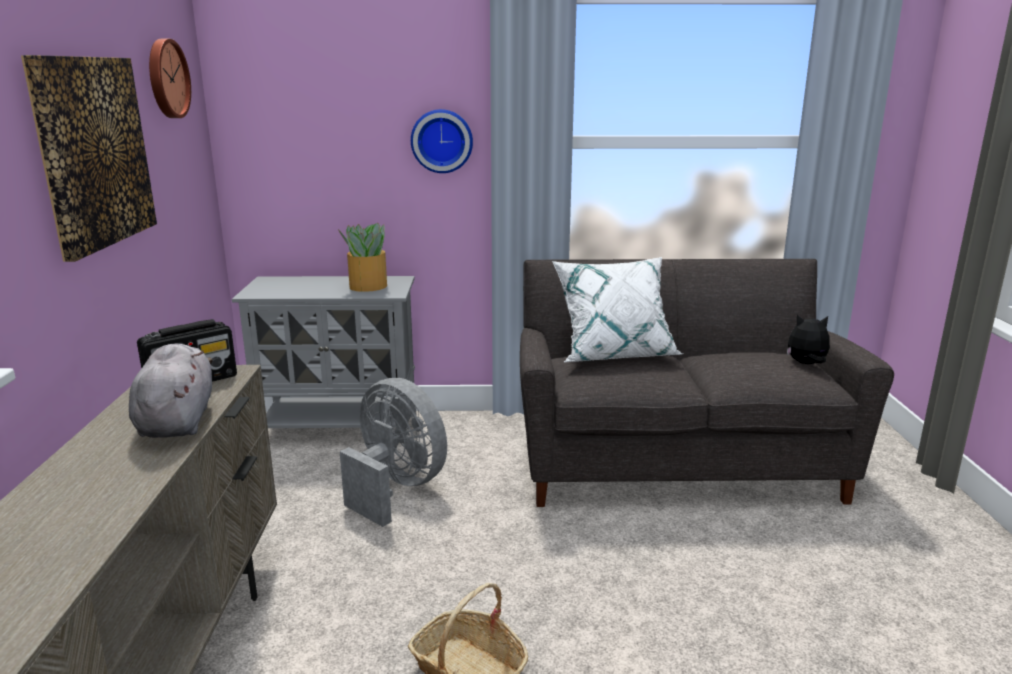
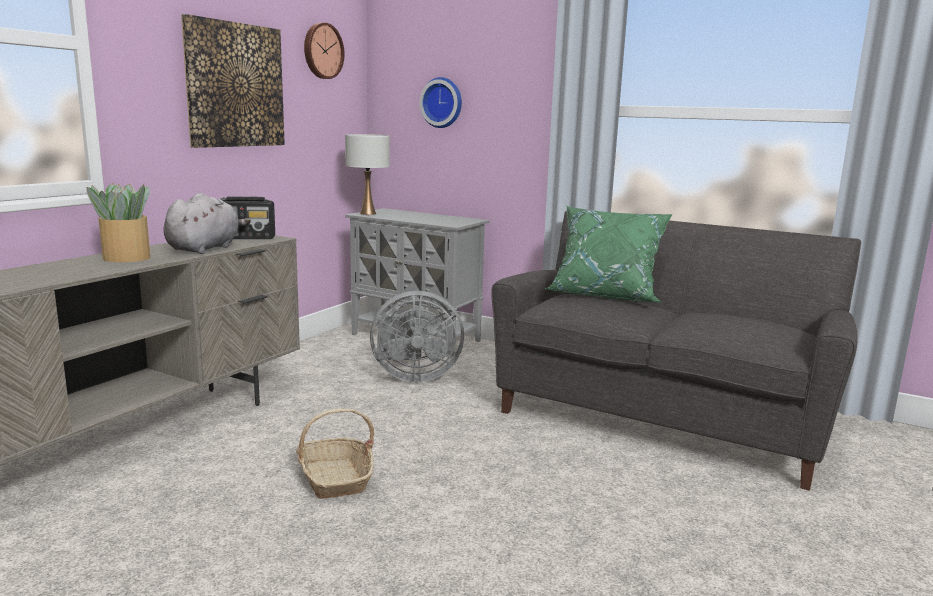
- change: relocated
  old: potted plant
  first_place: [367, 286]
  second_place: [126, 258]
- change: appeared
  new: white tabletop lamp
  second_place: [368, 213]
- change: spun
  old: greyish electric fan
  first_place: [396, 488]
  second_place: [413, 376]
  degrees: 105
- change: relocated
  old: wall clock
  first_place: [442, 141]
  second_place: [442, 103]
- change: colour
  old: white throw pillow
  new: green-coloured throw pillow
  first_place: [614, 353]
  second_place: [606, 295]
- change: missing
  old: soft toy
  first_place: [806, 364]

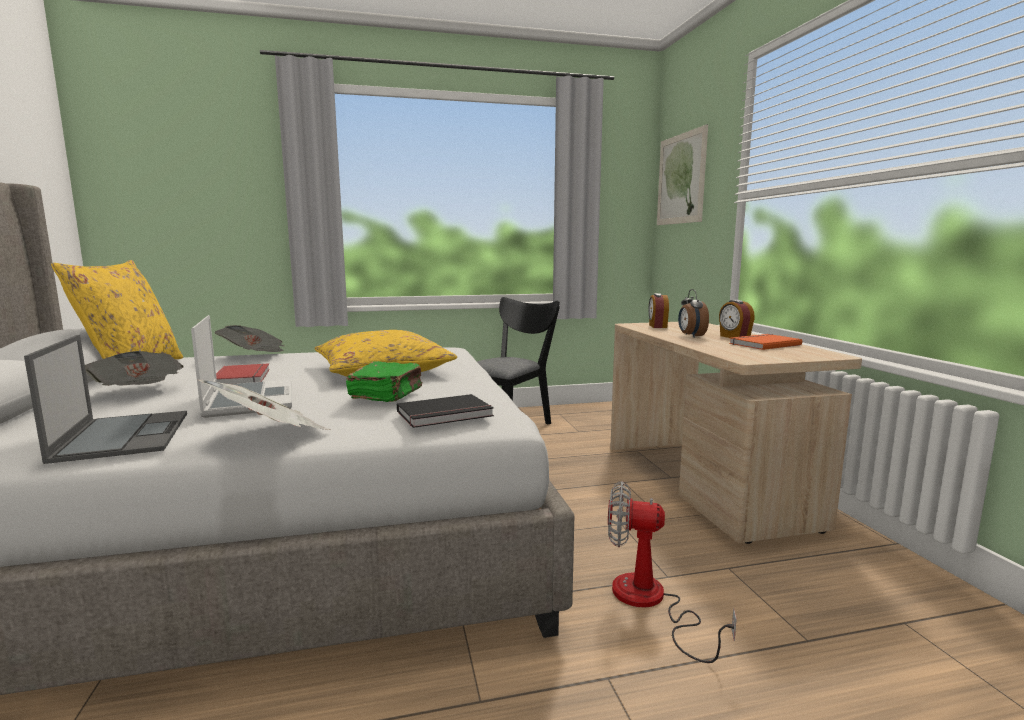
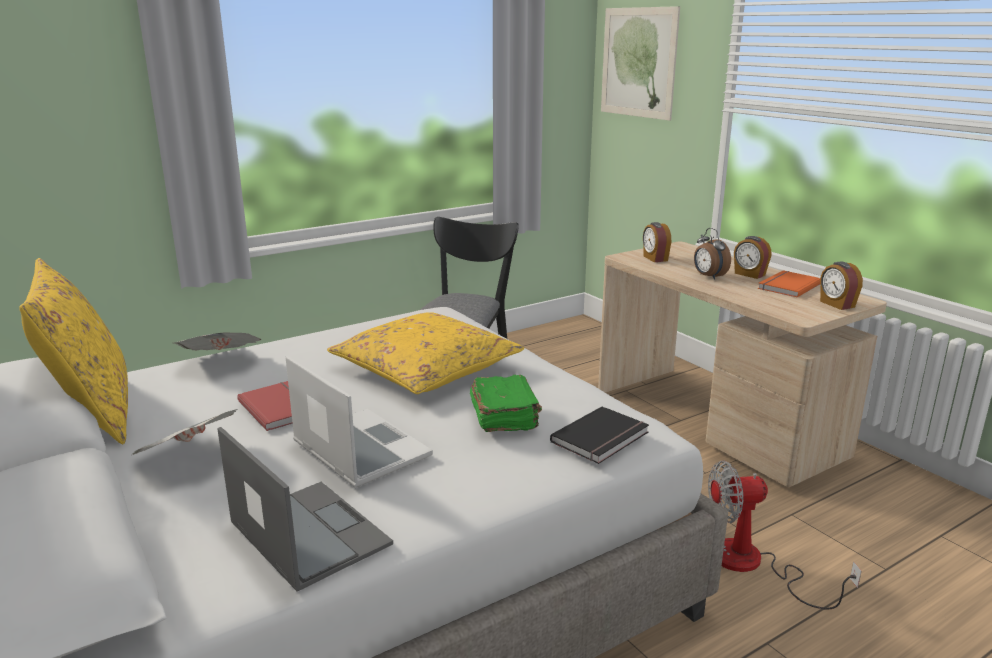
- change: appeared
  new: bedside clock
  second_place: [836, 304]
- change: missing
  old: daily paper
  first_place: [270, 435]

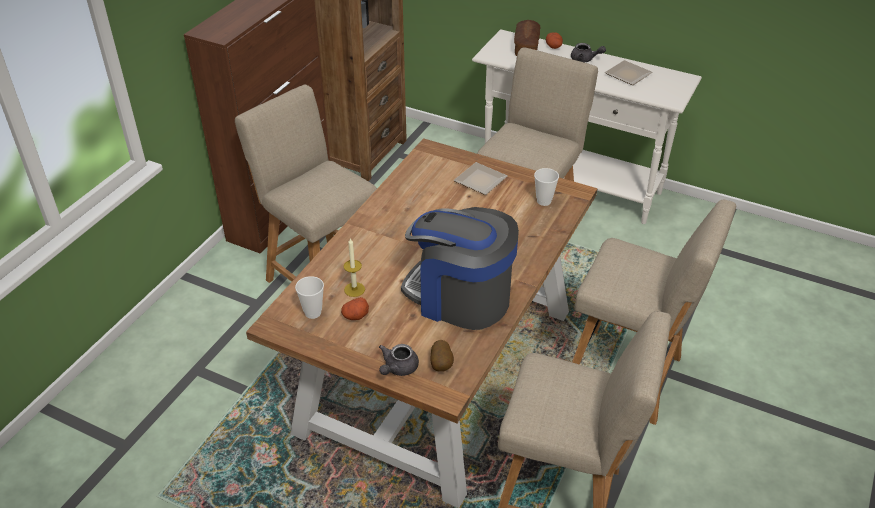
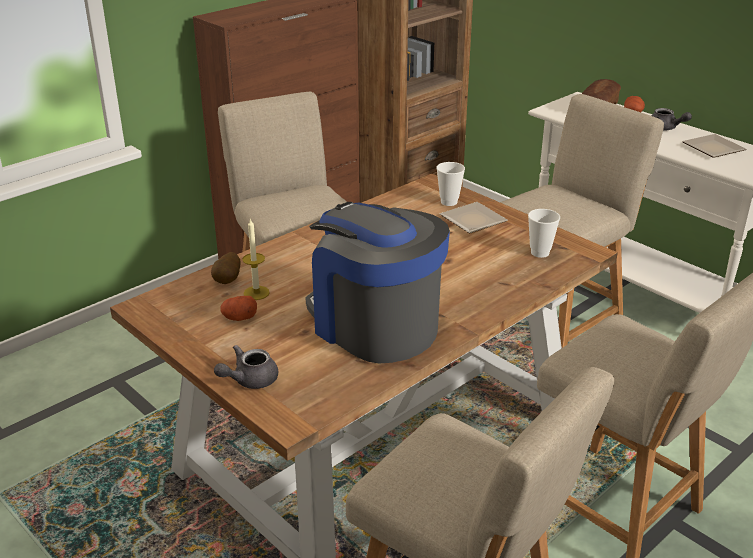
- change: relocated
  old: spud
  first_place: [442, 365]
  second_place: [228, 280]
- change: relocated
  old: cup
  first_place: [313, 313]
  second_place: [449, 202]

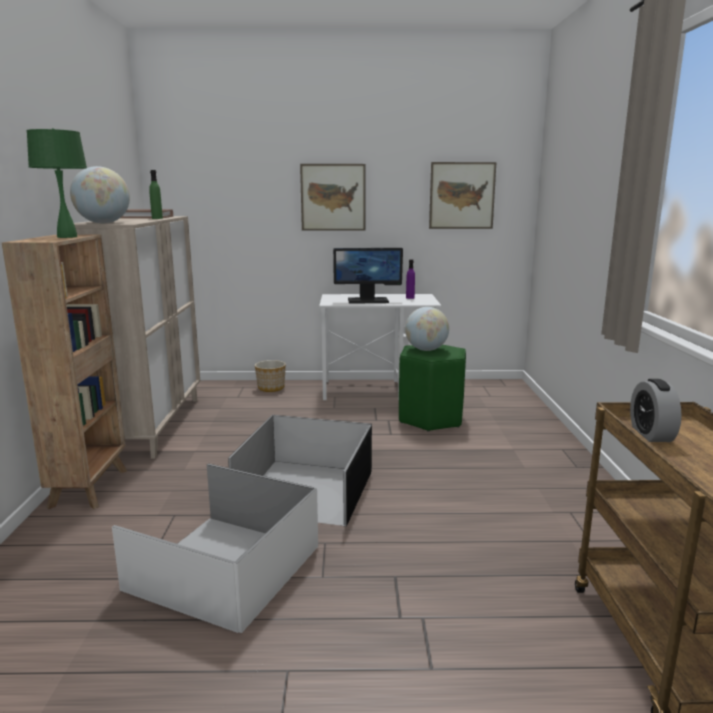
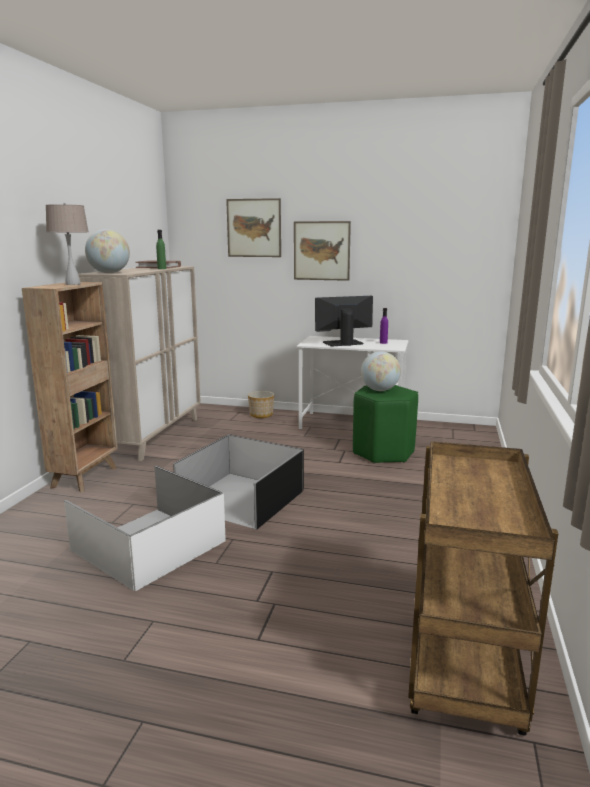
- change: colour
  old: green-coloured tabletop lamp
  new: beige tabletop lamp
  first_place: [67, 237]
  second_place: [73, 284]
- change: relocated
  old: wall art
  first_place: [462, 195]
  second_place: [254, 228]
- change: spun
  old: monitor
  first_place: [368, 300]
  second_place: [343, 343]
  degrees: 150
- change: missing
  old: bedside clock
  first_place: [651, 434]

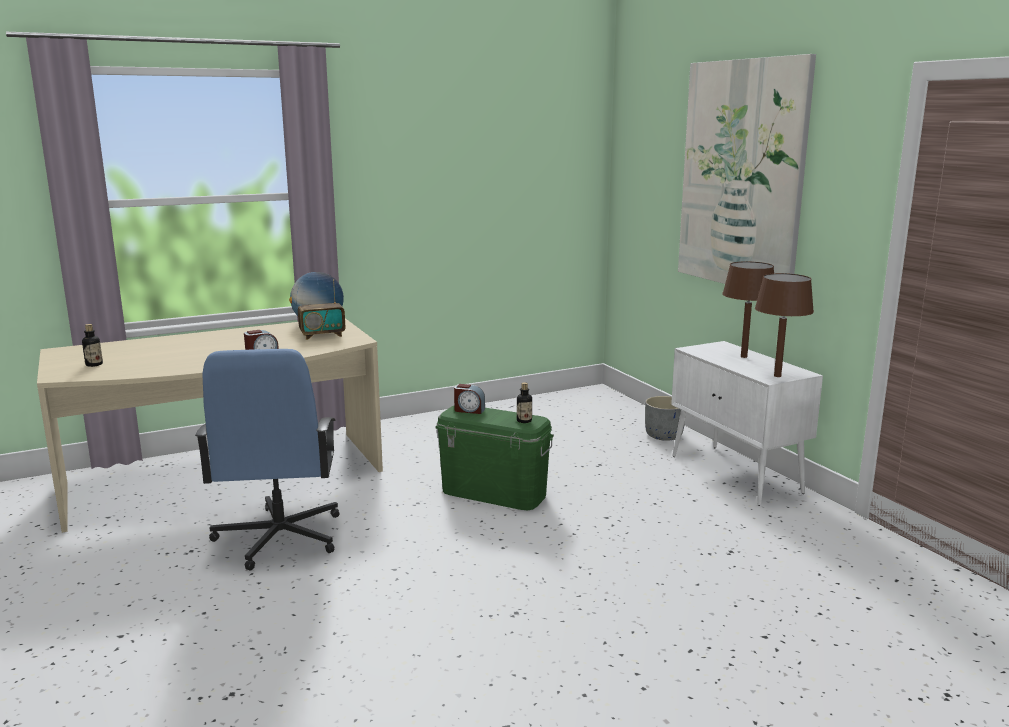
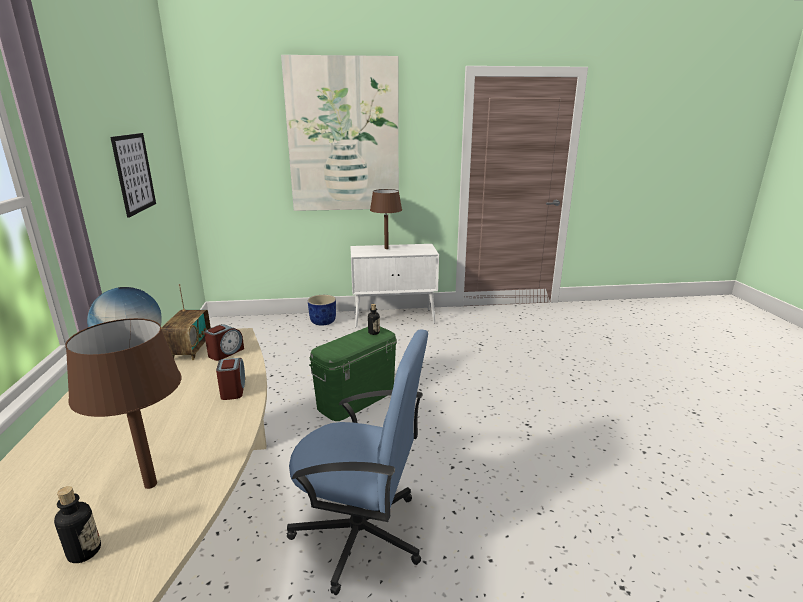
- change: relocated
  old: brownish tabletop lamp
  first_place: [777, 376]
  second_place: [150, 485]
- change: appeared
  new: wall art
  second_place: [134, 173]
- change: relocated
  old: bedside clock
  first_place: [469, 410]
  second_place: [225, 353]
- change: colour
  old: greyish planter
  new: blue planter
  first_place: [663, 435]
  second_place: [322, 321]

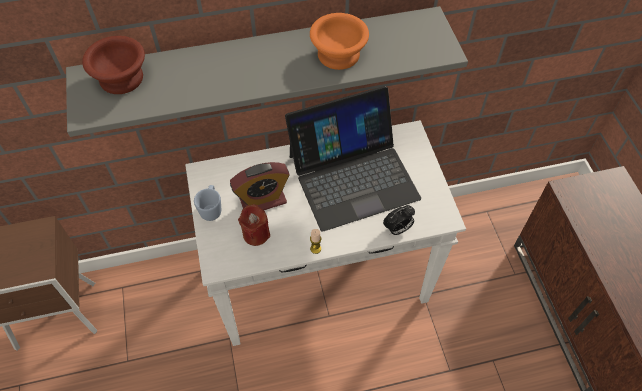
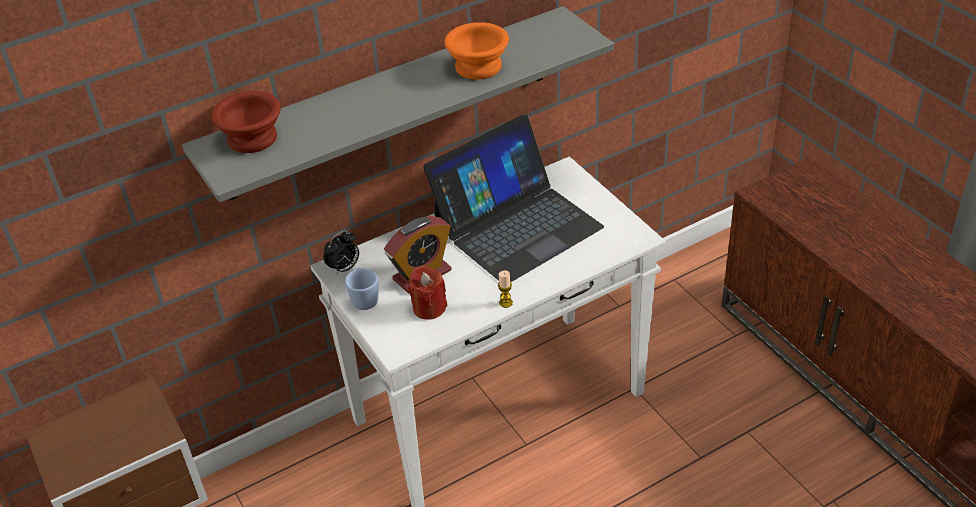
- change: relocated
  old: bedside clock
  first_place: [397, 229]
  second_place: [344, 268]

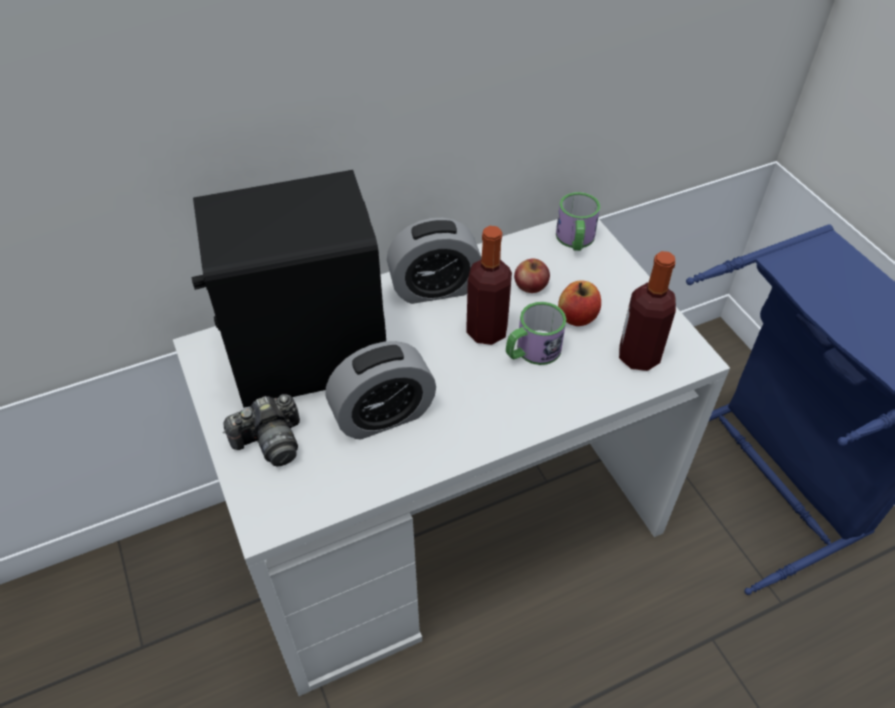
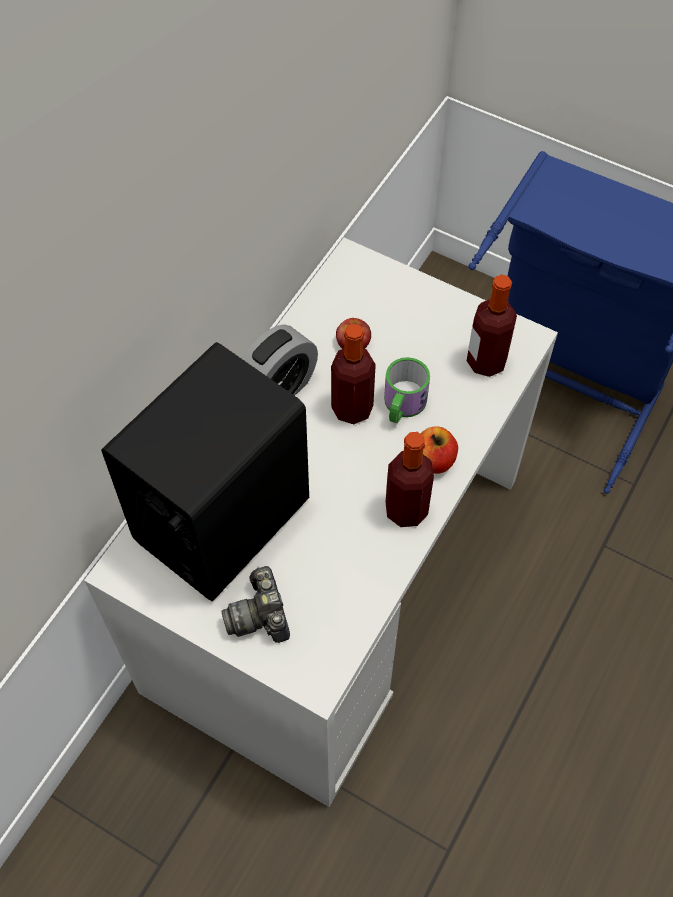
- change: spun
  old: still camera
  first_place: [270, 441]
  second_place: [260, 615]
  degrees: 135
- change: appeared
  new: beverage bottle
  second_place: [406, 510]
- change: relocated
  old: apple fruit
  first_place: [577, 317]
  second_place: [434, 460]
- change: missing
  old: bedside clock
  first_place: [383, 415]
- change: missing
  old: coffee mug
  first_place: [575, 240]

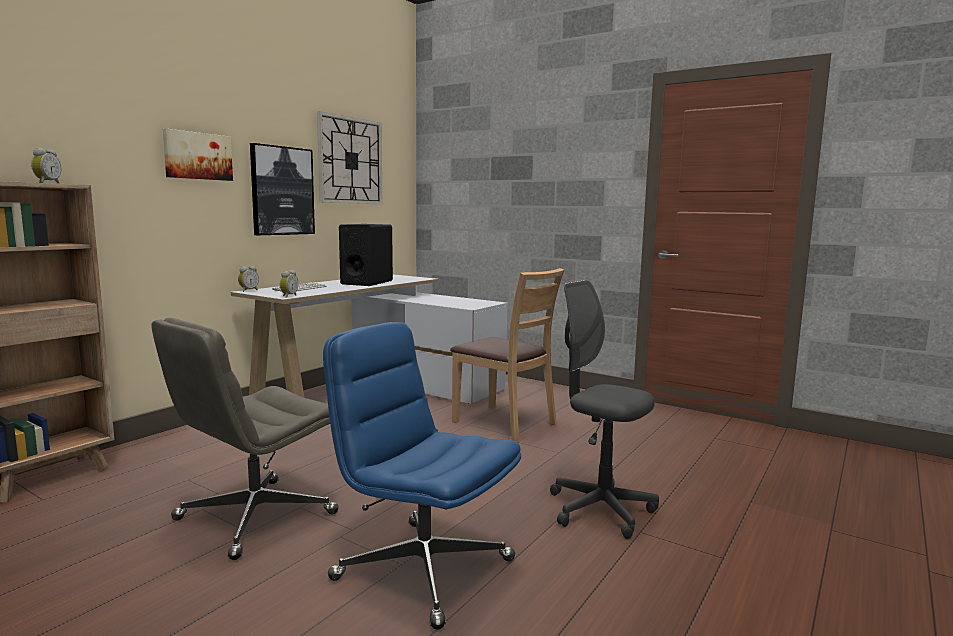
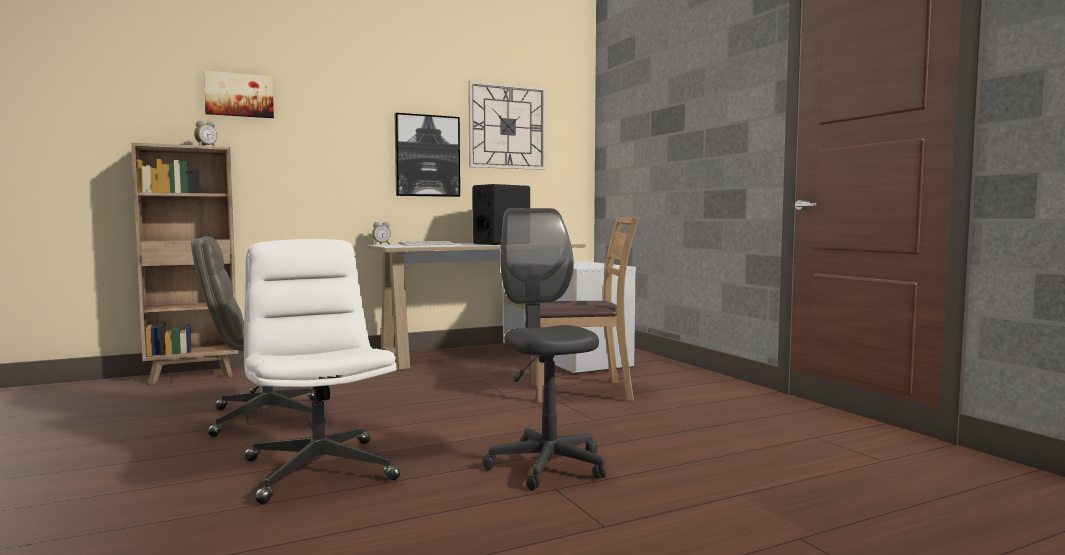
- change: relocated
  old: wall art
  first_place: [197, 156]
  second_place: [239, 95]
- change: colour
  old: blue desk chair
  new: white desk chair
  first_place: [422, 569]
  second_place: [319, 469]
- change: spun
  old: brownish upright chair
  first_place: [504, 423]
  second_place: [581, 392]
  degrees: -75
- change: missing
  old: bedside clock
  first_place: [288, 296]

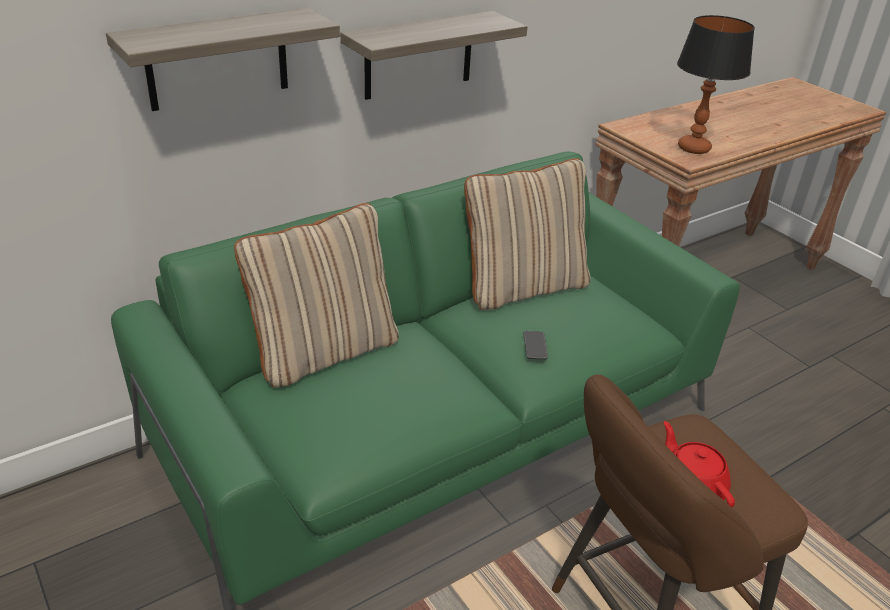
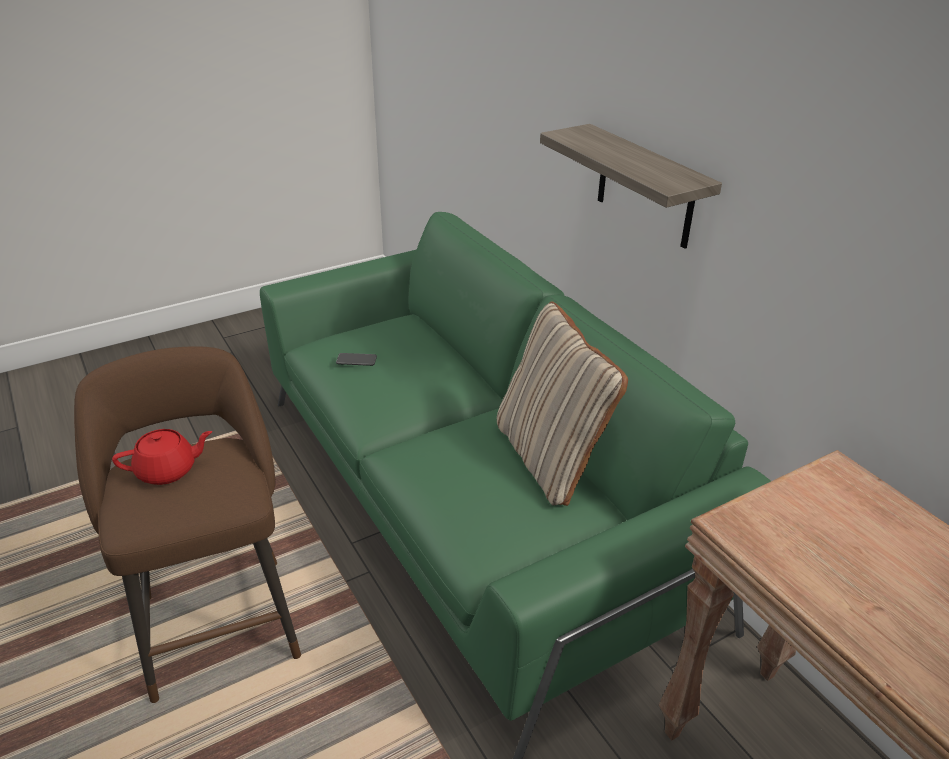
- change: relocated
  old: phone
  first_place: [535, 346]
  second_place: [356, 360]
- change: missing
  old: shelf
  first_place: [217, 59]
- change: missing
  old: beige throw pillow
  first_place: [324, 351]
- change: missing
  old: tabletop lamp
  first_place: [693, 148]

